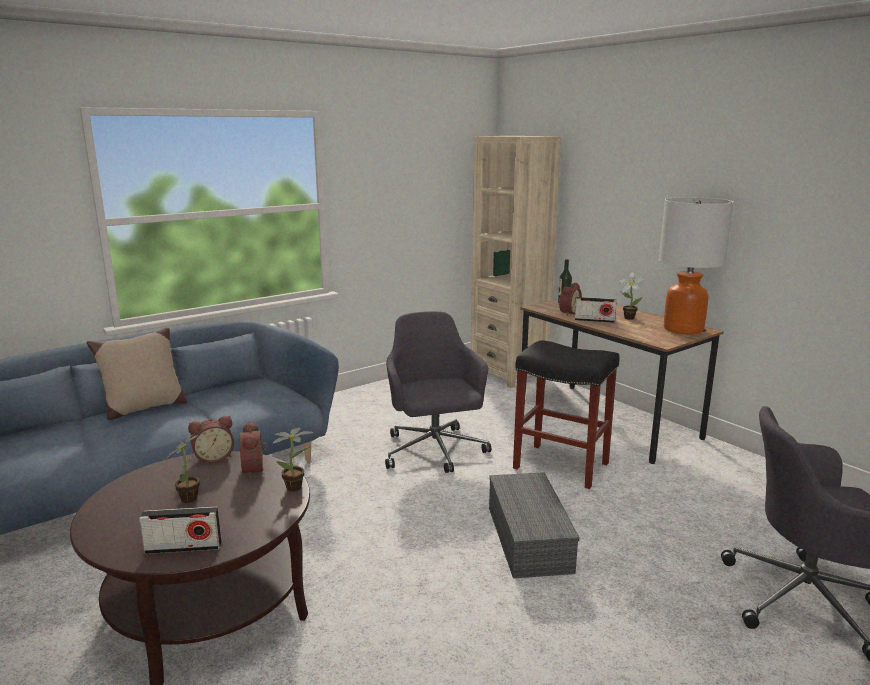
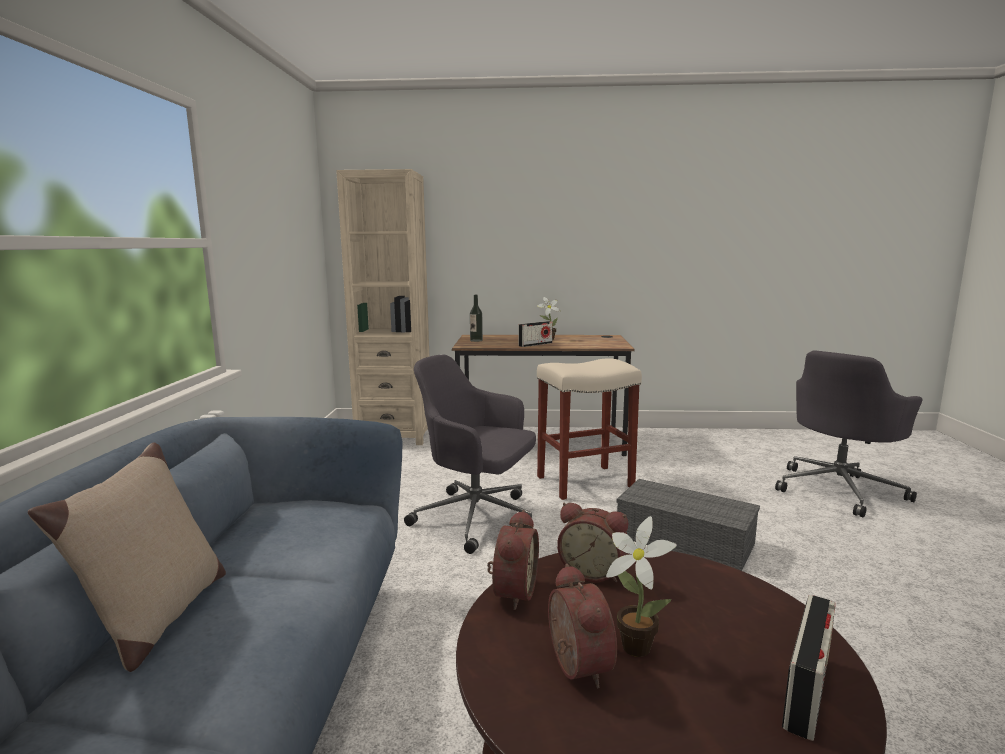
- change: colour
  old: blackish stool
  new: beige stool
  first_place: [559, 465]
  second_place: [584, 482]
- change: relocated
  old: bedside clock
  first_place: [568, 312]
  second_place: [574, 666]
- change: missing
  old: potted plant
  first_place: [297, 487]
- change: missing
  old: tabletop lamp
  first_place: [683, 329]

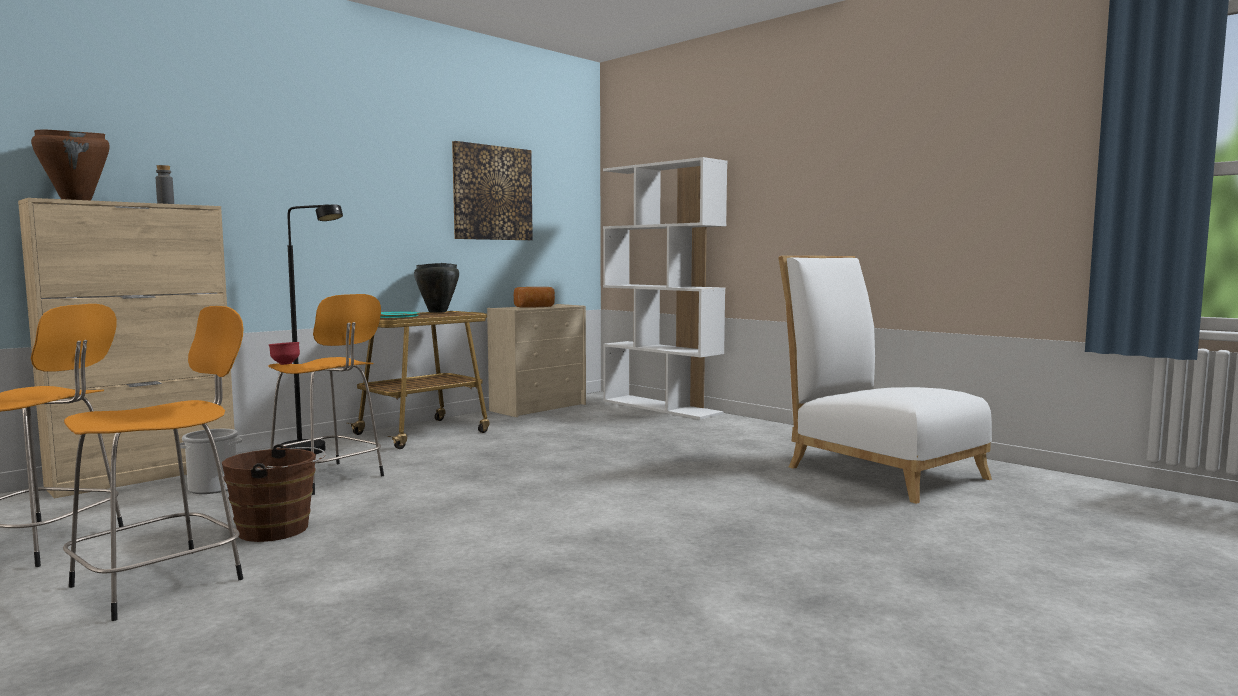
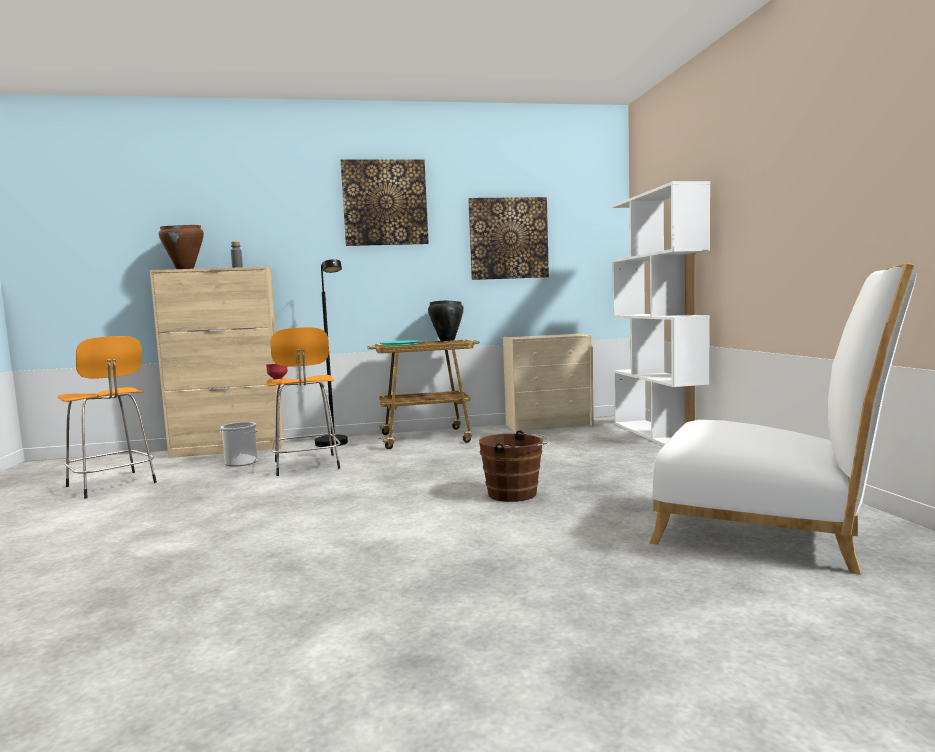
- change: appeared
  new: wall art
  second_place: [385, 203]
- change: relocated
  old: brownish pail
  first_place: [279, 530]
  second_place: [516, 494]
- change: spun
  old: white upright chair
  first_place: [876, 470]
  second_place: [770, 532]
  degrees: 120
- change: missing
  old: orangey stool
  first_place: [164, 581]
- change: missing
  old: bread
  first_place: [535, 307]

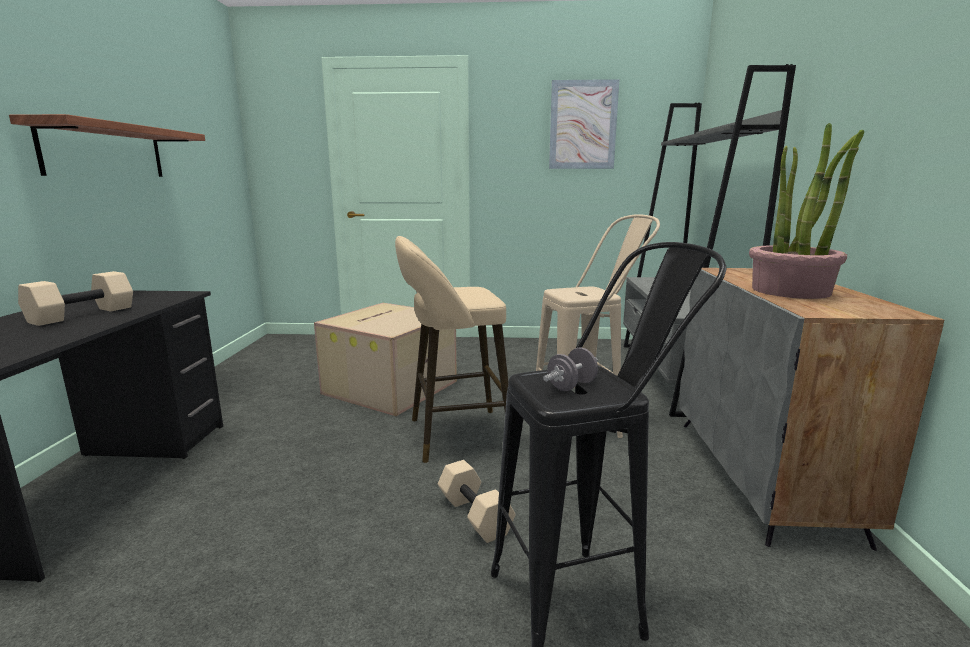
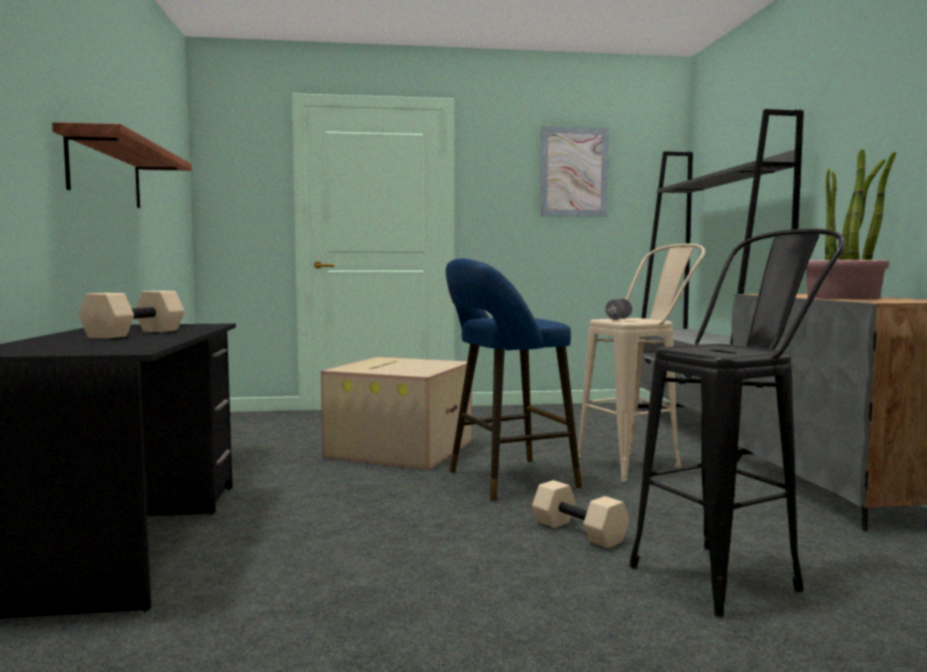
- change: colour
  old: beige stool
  new: blue stool
  first_place: [453, 435]
  second_place: [505, 480]
- change: relocated
  old: greyish hand weight
  first_place: [571, 386]
  second_place: [618, 319]

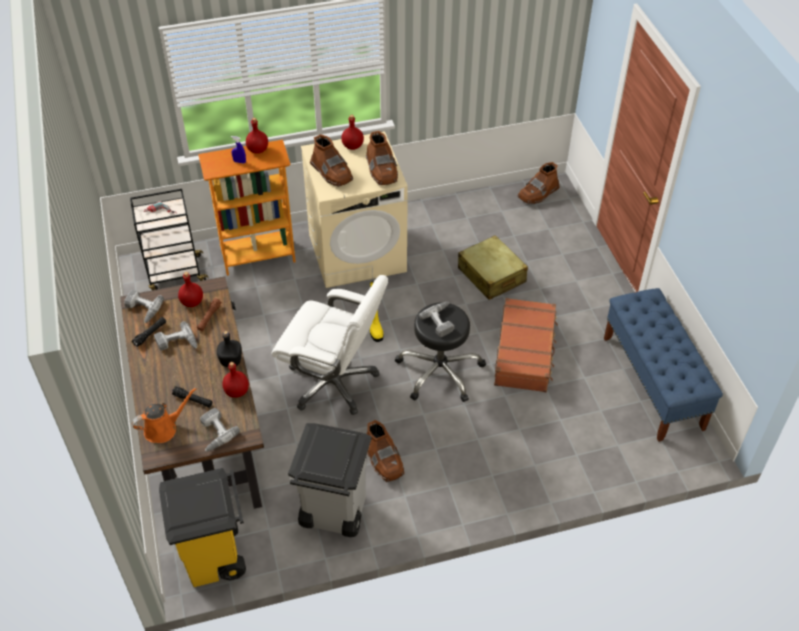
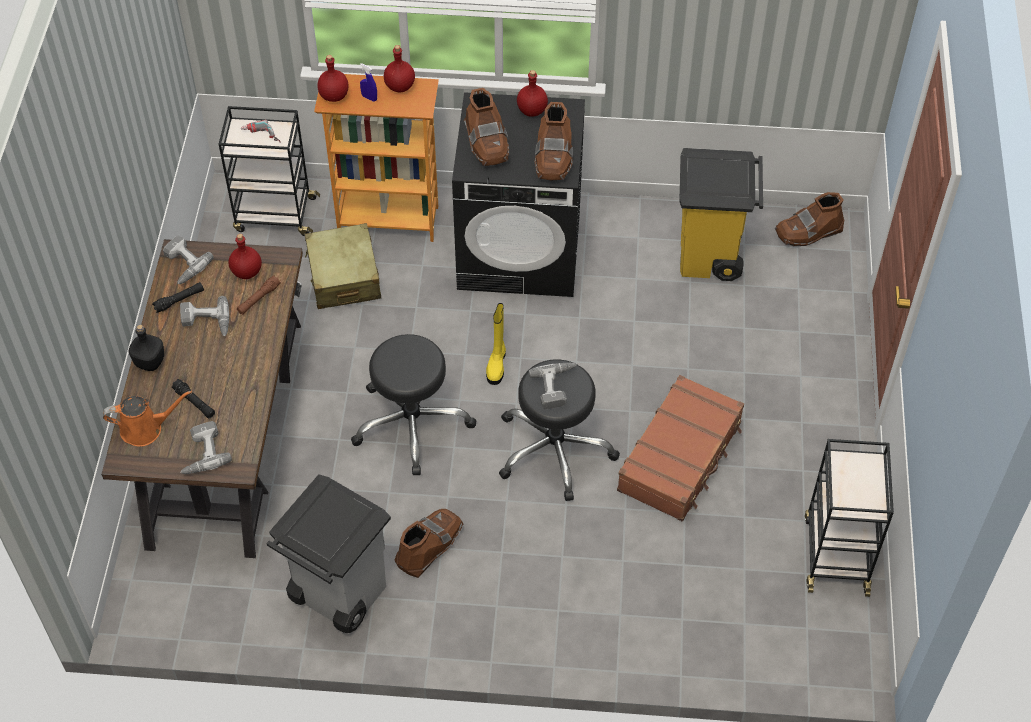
- change: relocated
  old: blackish beverage bottle
  first_place: [231, 361]
  second_place: [150, 362]
- change: relocated
  old: beige piece of luggage
  first_place: [491, 275]
  second_place: [344, 277]
- change: relocated
  old: red-coloured beverage bottle
  first_place: [236, 392]
  second_place: [333, 96]
- change: exchanged
  old: white desk chair
  new: blackish stool
  first_place: [333, 382]
  second_place: [411, 422]
- change: spun
  old: brownish tall boot
  first_place: [383, 460]
  second_place: [429, 546]
  degrees: -135
- change: colour
  old: beige washing machine
  new: blackish washing machine
  first_place: [357, 252]
  second_place: [520, 251]
- change: relocated
  old: yellowish rubbish bin
  first_place: [215, 558]
  second_place: [710, 256]
- change: exchanged
  old: blue bench
  new: blackish wheeled cart
  first_place: [653, 383]
  second_place: [836, 553]

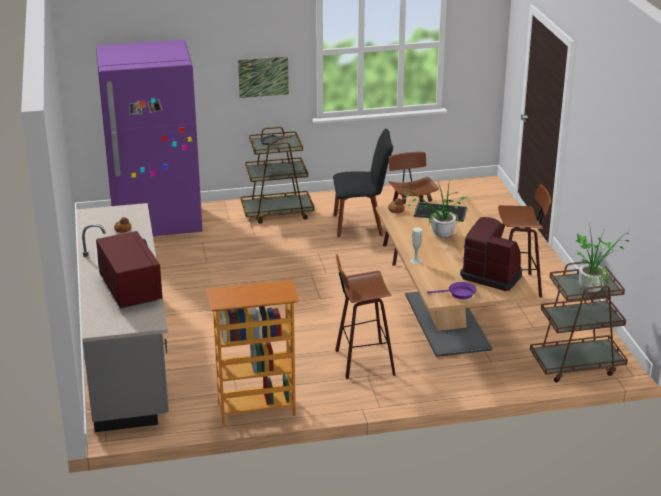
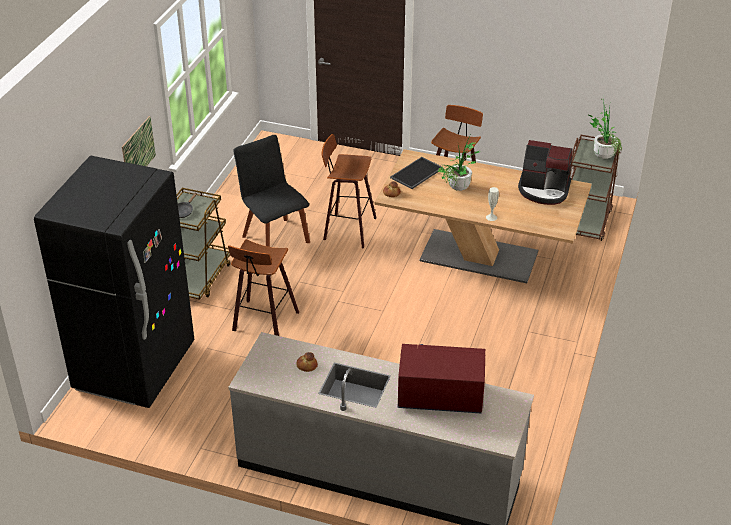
- change: colour
  old: purple refrigerator
  new: blackish refrigerator
  first_place: [156, 223]
  second_place: [135, 367]
- change: relocated
  old: stool
  first_place: [362, 361]
  second_place: [263, 322]
- change: spun
  old: blackish upright chair
  first_place: [361, 225]
  second_place: [274, 237]
  degrees: -60
- change: spun
  old: coffee maker
  first_place: [492, 275]
  second_place: [544, 190]
  degrees: -135
- change: missing
  old: bookshelf
  first_place: [256, 410]
- change: missing
  old: purple pan
  first_place: [459, 294]

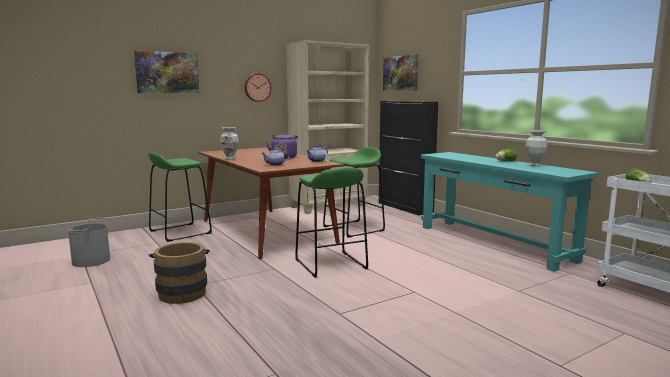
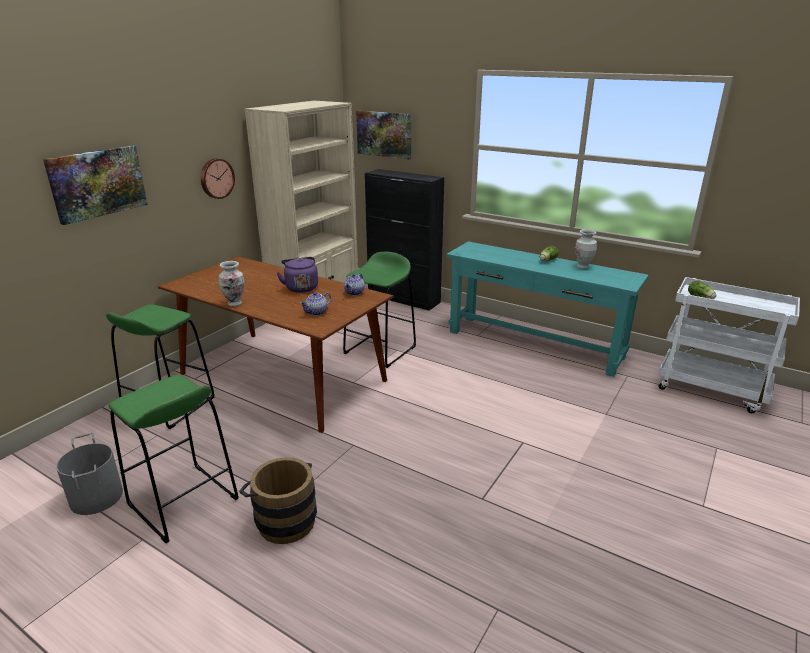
- change: relocated
  old: green-coloured stool
  first_place: [330, 264]
  second_place: [183, 502]

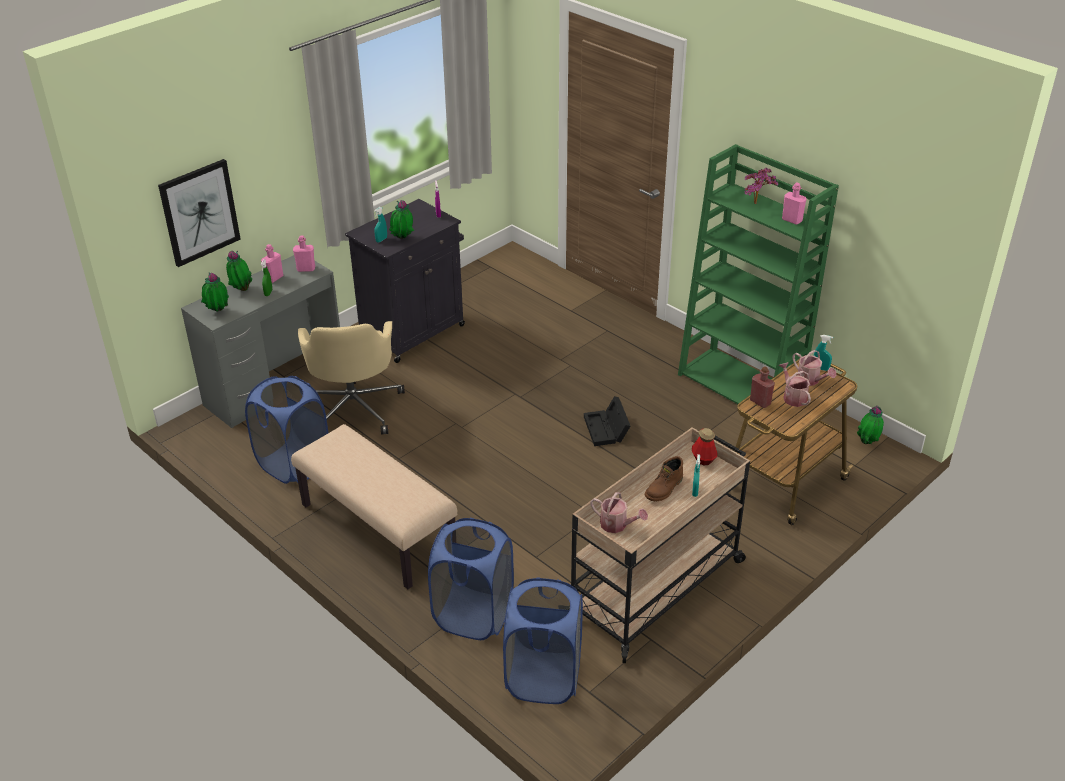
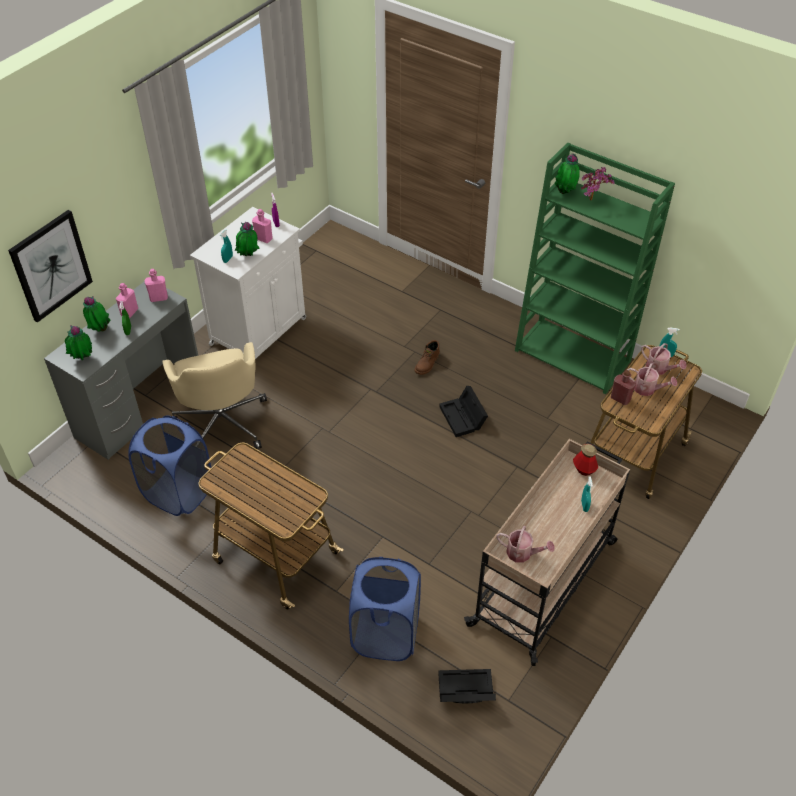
- change: colour
  old: blackish cupboard
  new: white cupboard
  first_place: [414, 331]
  second_place: [260, 330]
- change: exchanged
  old: beige bench
  new: wheeled cart
  first_place: [376, 530]
  second_place: [274, 555]
- change: relocated
  old: pinkish beverage bottle
  first_place: [792, 220]
  second_place: [263, 238]
- change: relocated
  old: brownish tall boot
  first_place: [664, 489]
  second_place: [427, 364]
- change: exchanged
  old: blue hamper
  new: blackish storage bin
  first_place: [543, 678]
  second_place: [464, 692]
- change: relocated
  old: potted plant
  first_place: [868, 443]
  second_place: [565, 193]
- change: spun
  old: watering pot
  first_place: [793, 397]
  second_place: [648, 389]
  degrees: 150

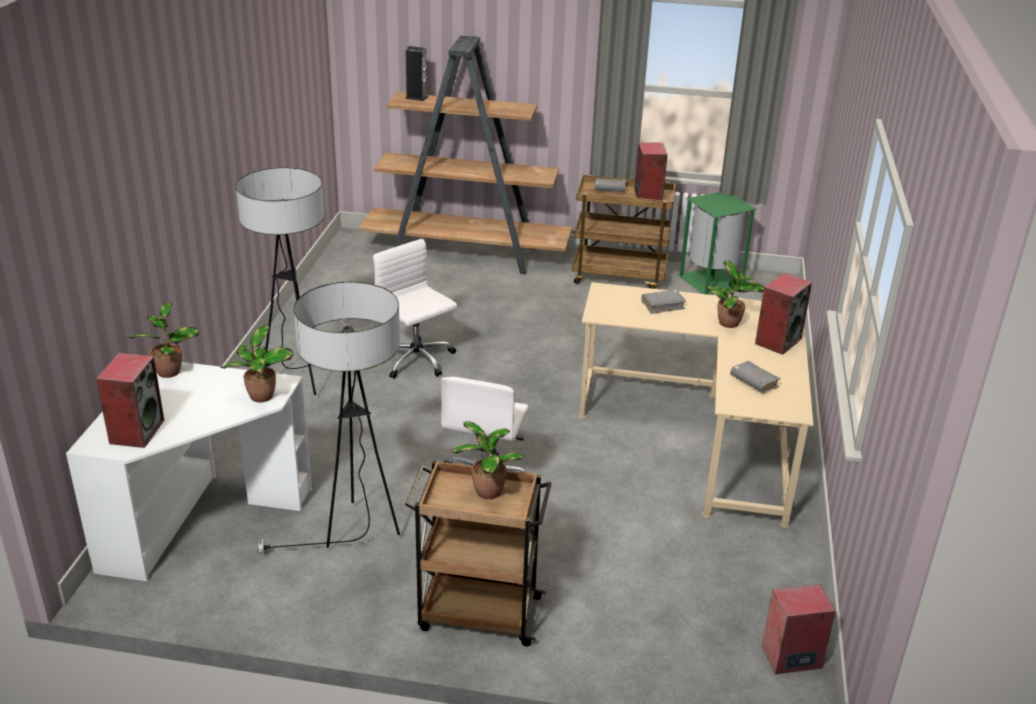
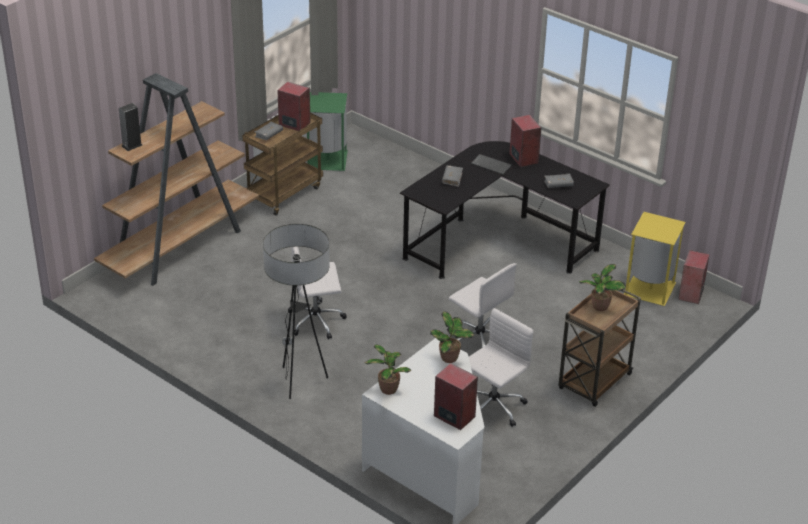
- change: colour
  old: beige desk table
  new: blackish desk table
  first_place: [702, 436]
  second_place: [497, 241]
- change: exchanged
  old: standard lamp
  new: white desk chair
  first_place: [355, 533]
  second_place: [492, 406]
- change: exchanged
  old: potted plant
  new: keyboard
  first_place: [730, 323]
  second_place: [492, 165]
- change: appeared
  new: yellowish rubbish bin
  second_place: [650, 289]

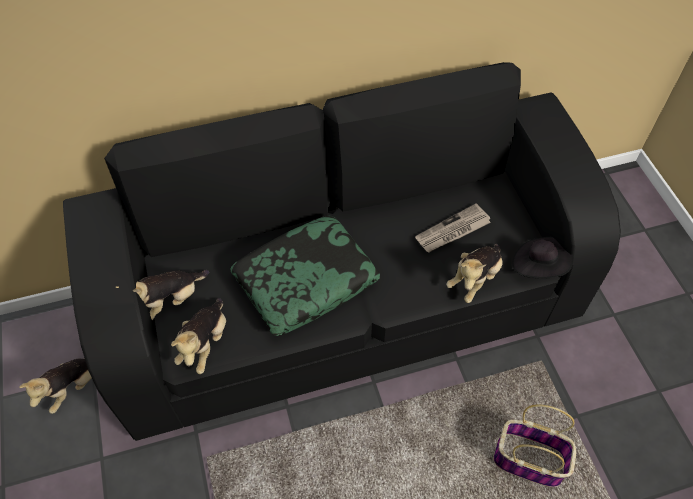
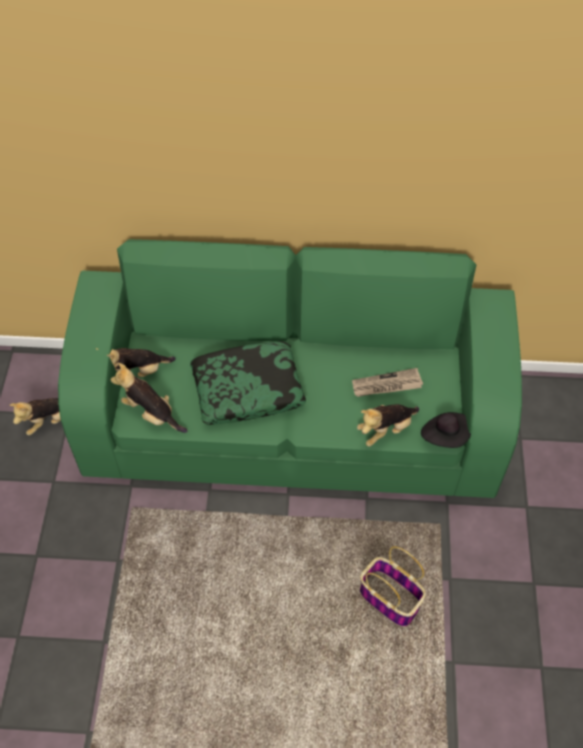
- change: colour
  old: blackish couch
  new: green-coloured couch
  first_place: [347, 306]
  second_place: [292, 425]
- change: spun
  old: soft toy
  first_place: [205, 343]
  second_place: [151, 413]
  degrees: 90

